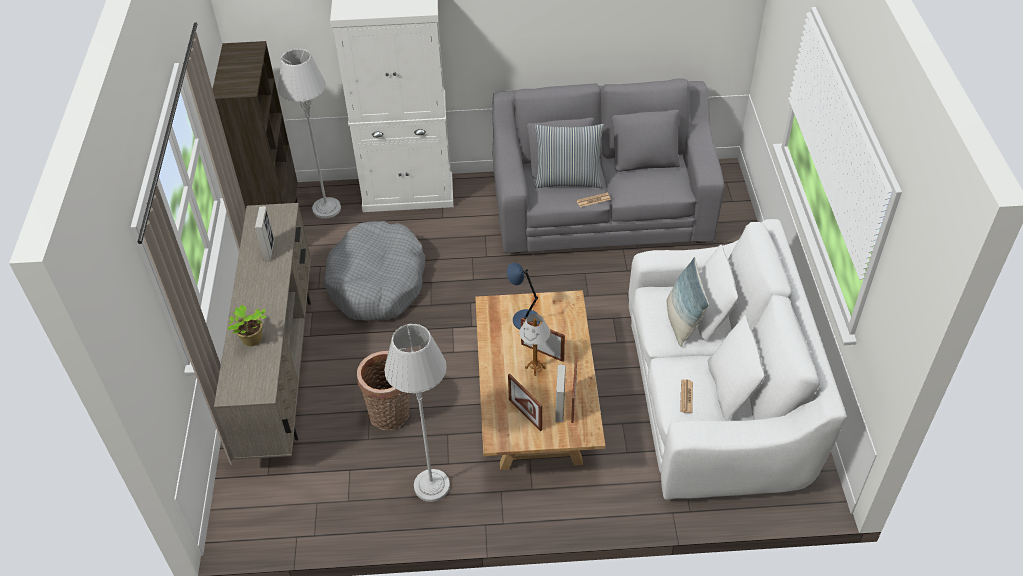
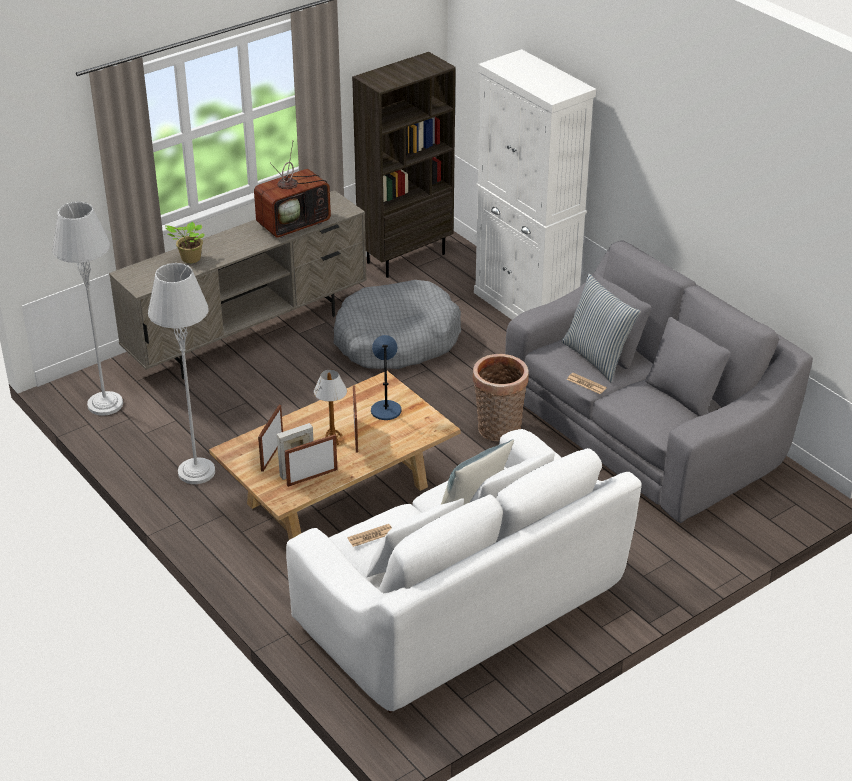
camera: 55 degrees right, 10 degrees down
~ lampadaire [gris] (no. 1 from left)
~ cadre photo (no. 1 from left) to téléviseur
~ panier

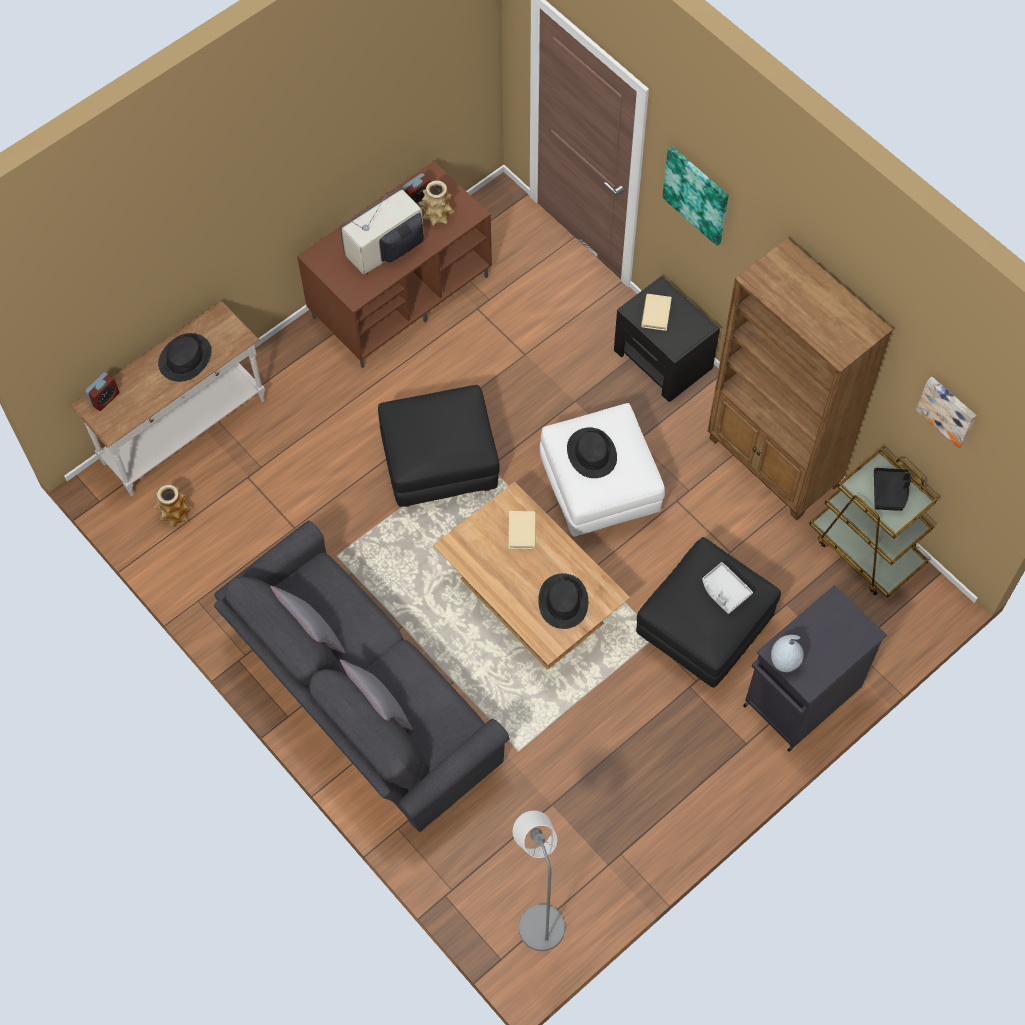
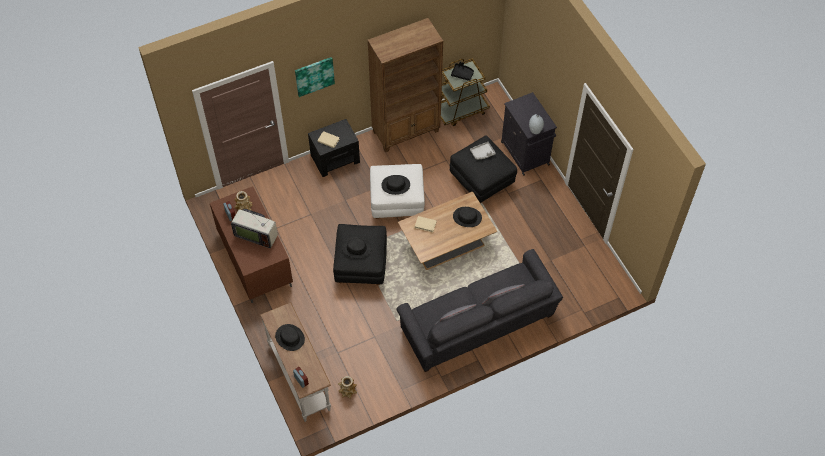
camera: 75 degrees left, 5 degrees down
~ téléviseur 45 degrees counterclockwise
+ chapeau [noir] (no. 2 from left)
- lampadaire [gris]
- tableau (no. 2 from left)

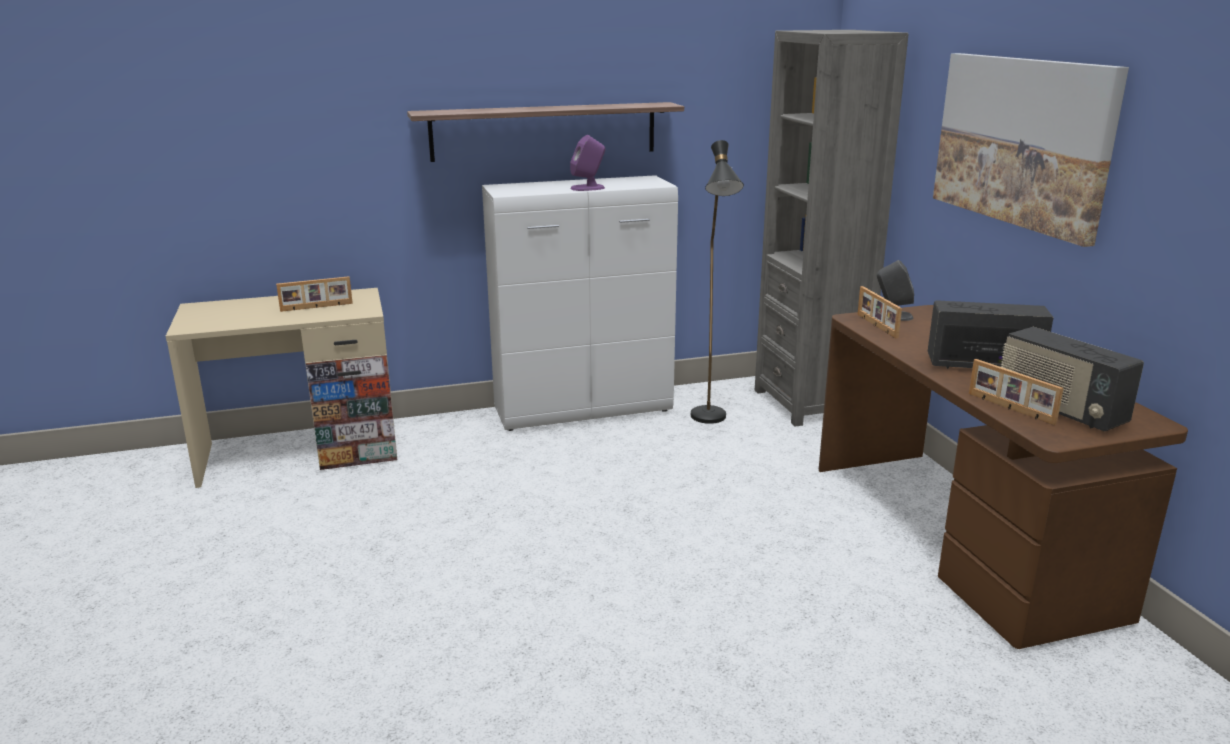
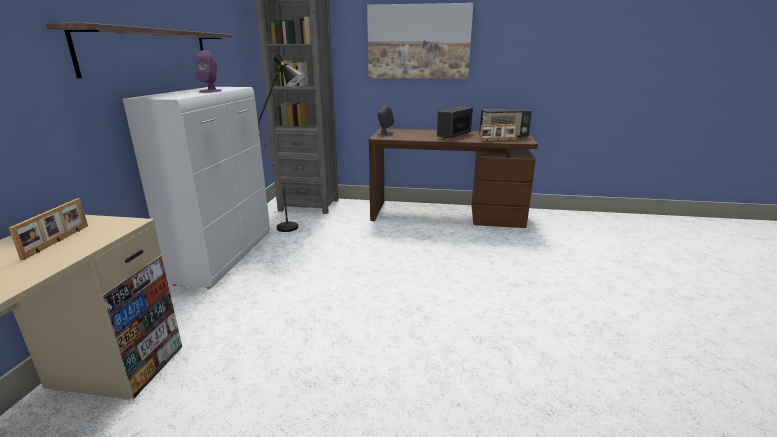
camera: 65 degrees left, 0 degrees up
- cadre photo (no. 2 from left)

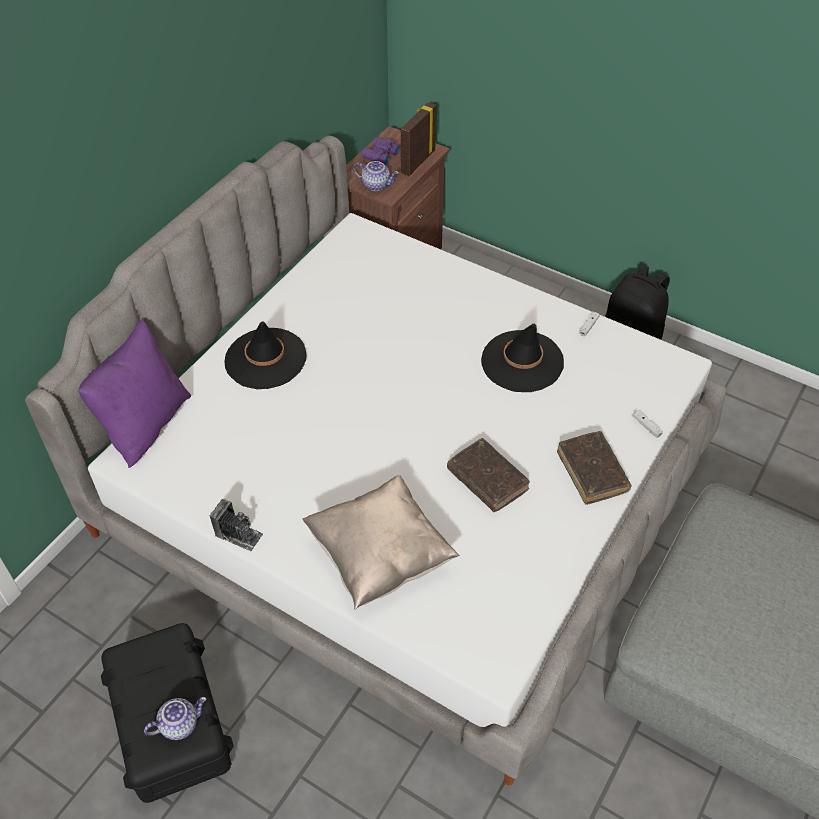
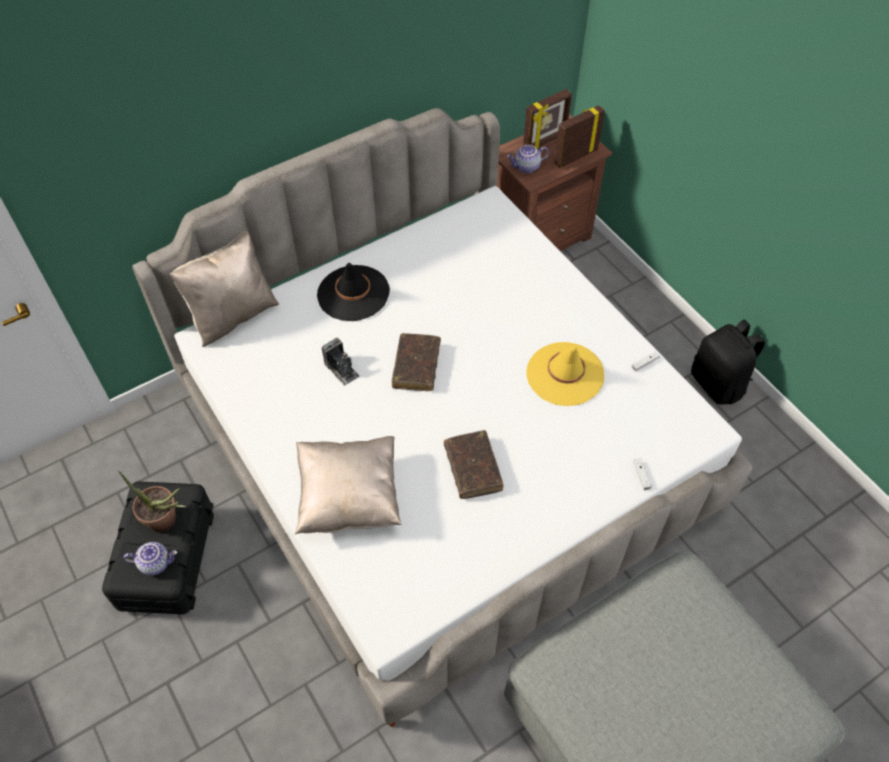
camera: 25 degrees right, 5 degrees up
+ plante en pot
~ coussin [violet] to coussin [beige] (no. 1 from left)
~ appareil photo
~ livre [marron] (no. 2 from left in the first image) to livre [marron] (no. 1 from left)
~ théière (no. 2 from left) 120 degrees clockwise
~ jumelles [violet] to cadre photo (no. 1 from left)
~ chapeau [noir] (no. 2 from left) to chapeau [jaune]

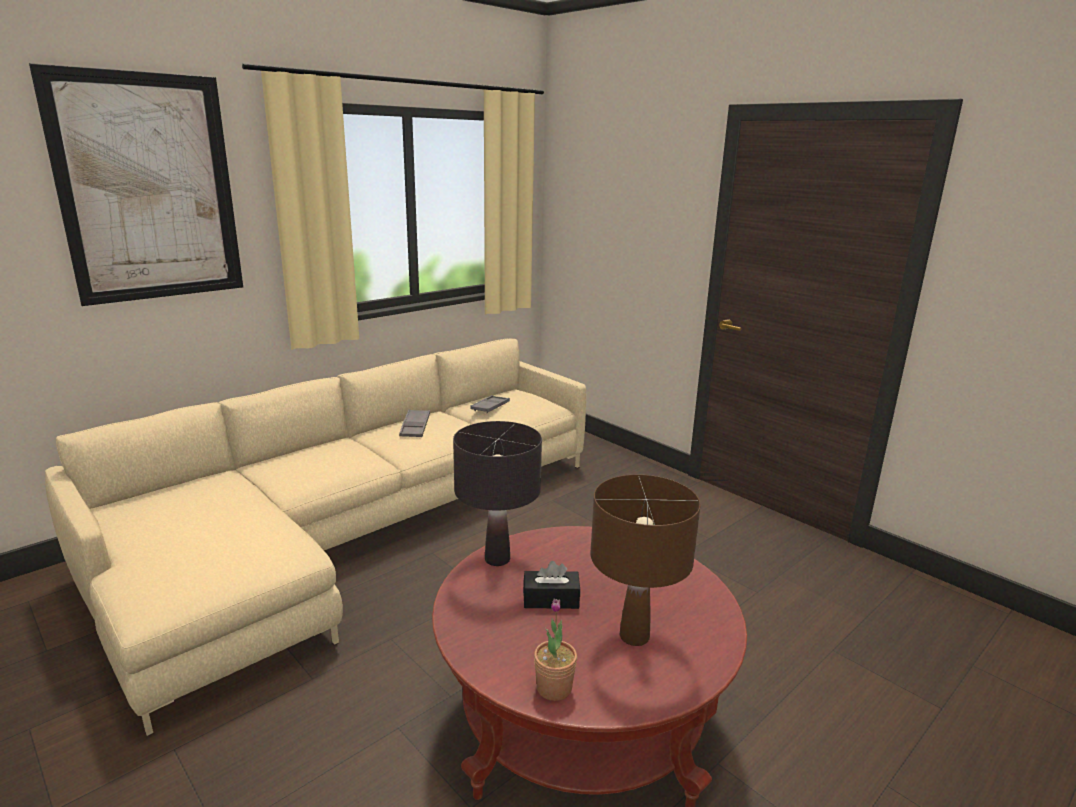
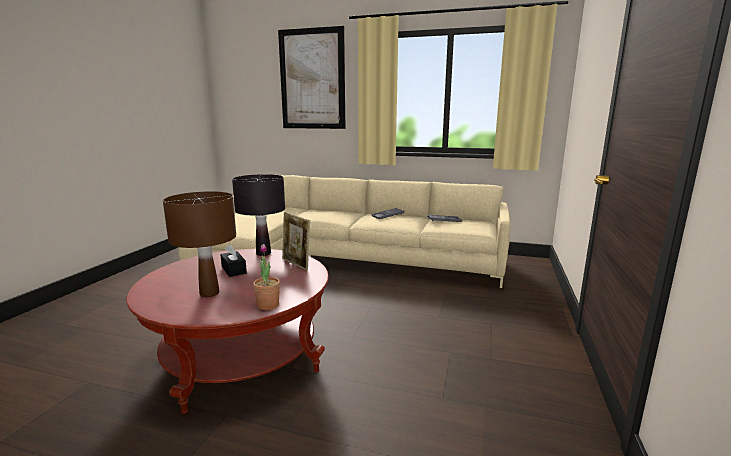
camera: 60 degrees right, 5 degrees down
~ plante en pot
+ cadre photo

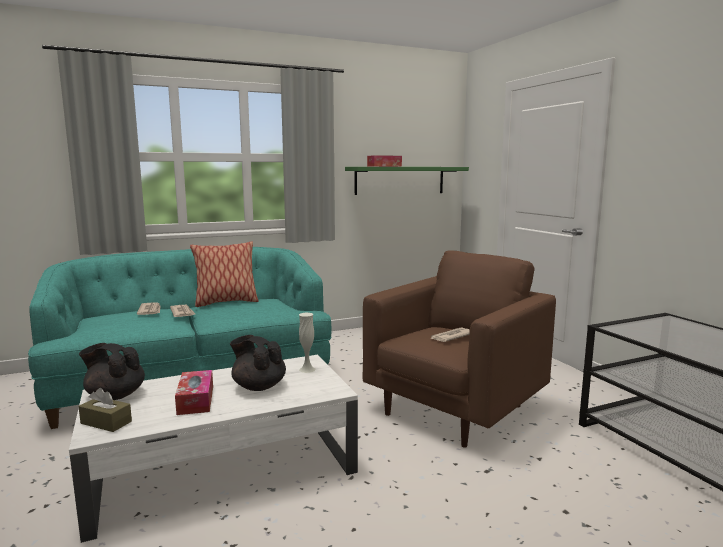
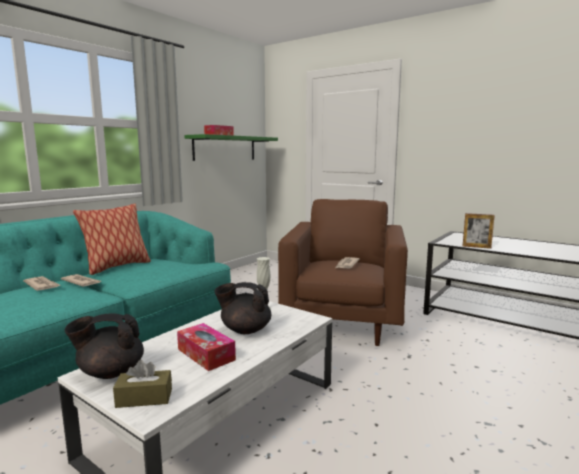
camera: 30 degrees left, 0 degrees up
+ cadre photo

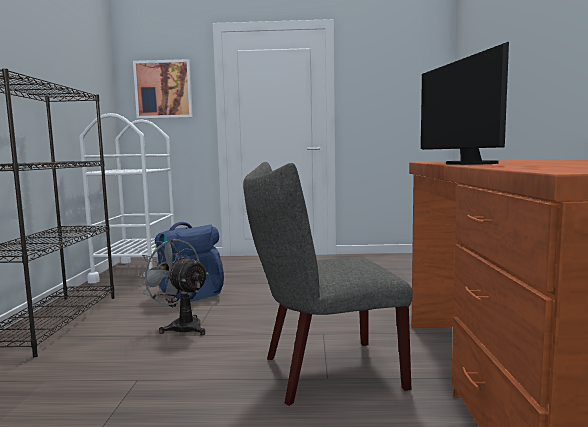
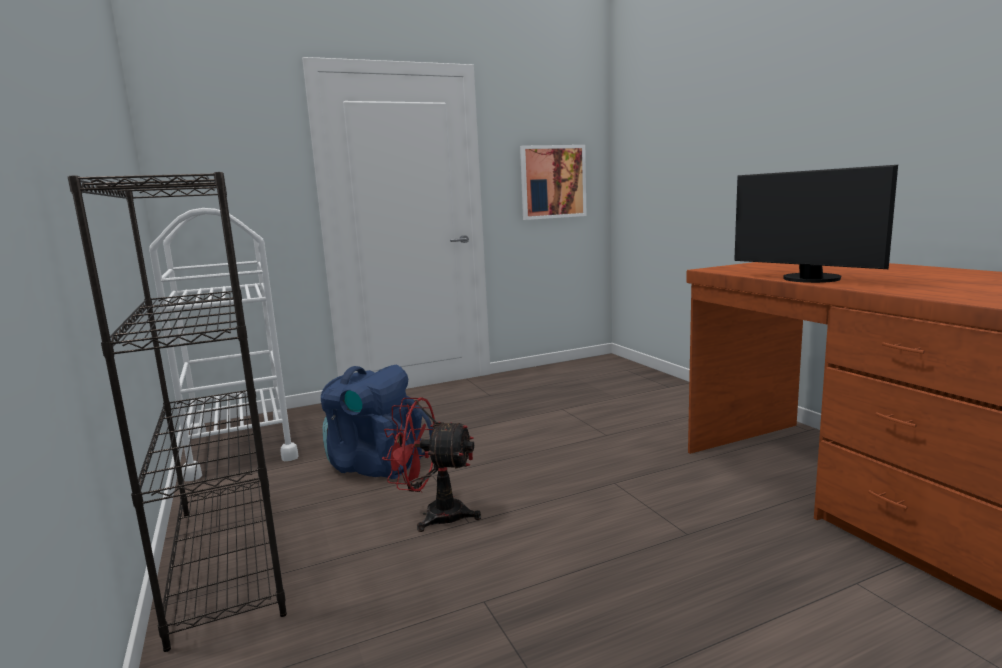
camera: 25 degrees left, 5 degrees up
~ ventilateur [gris] to ventilateur [rouge]
~ tableau
- chaise [gris]

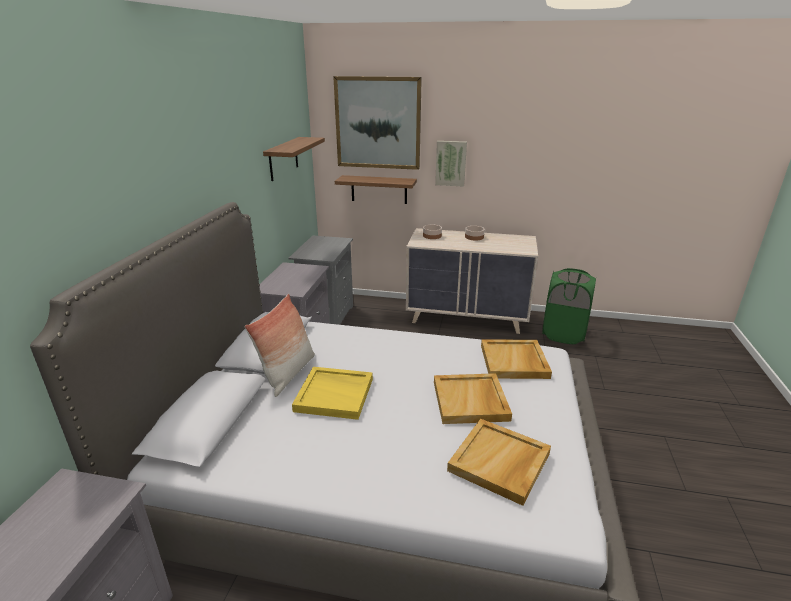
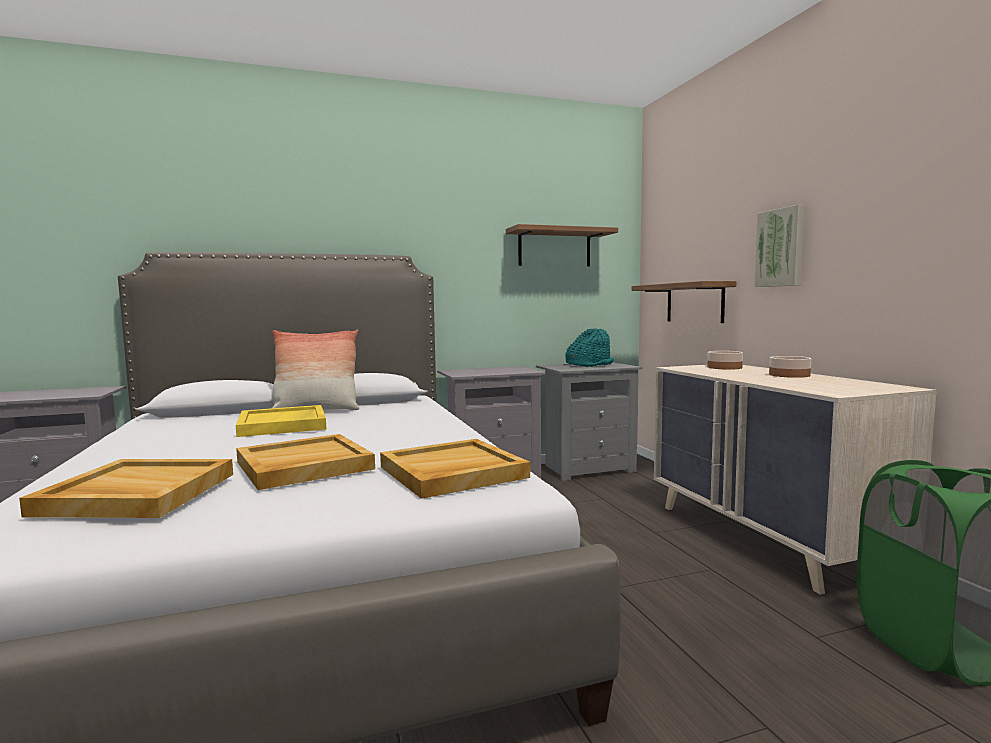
camera: 60 degrees right, 20 degrees down
+ chapeau [turquoise]
- tableau (no. 1 from left)

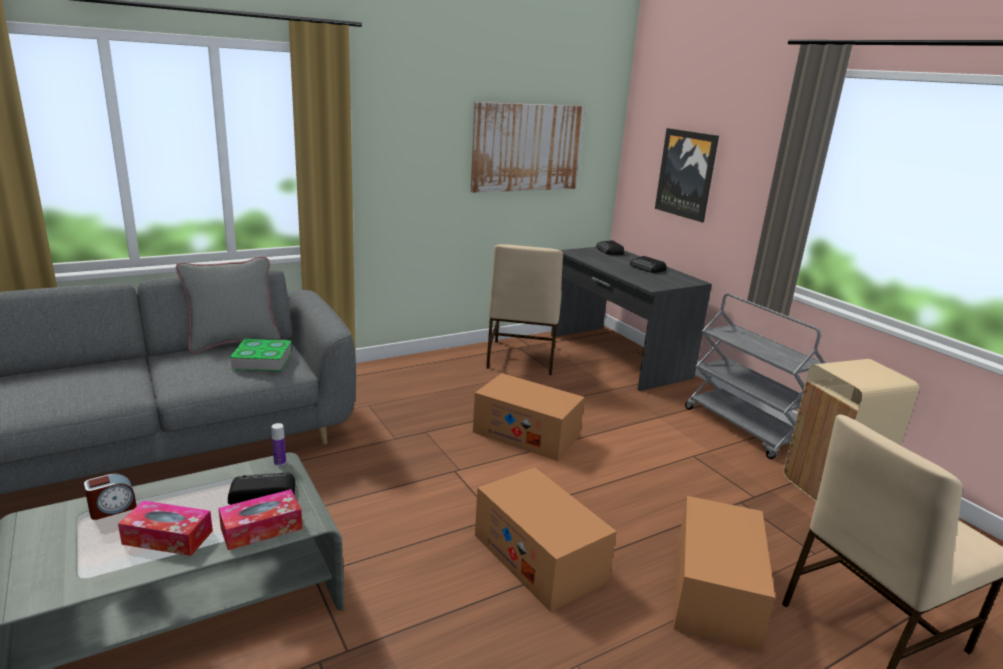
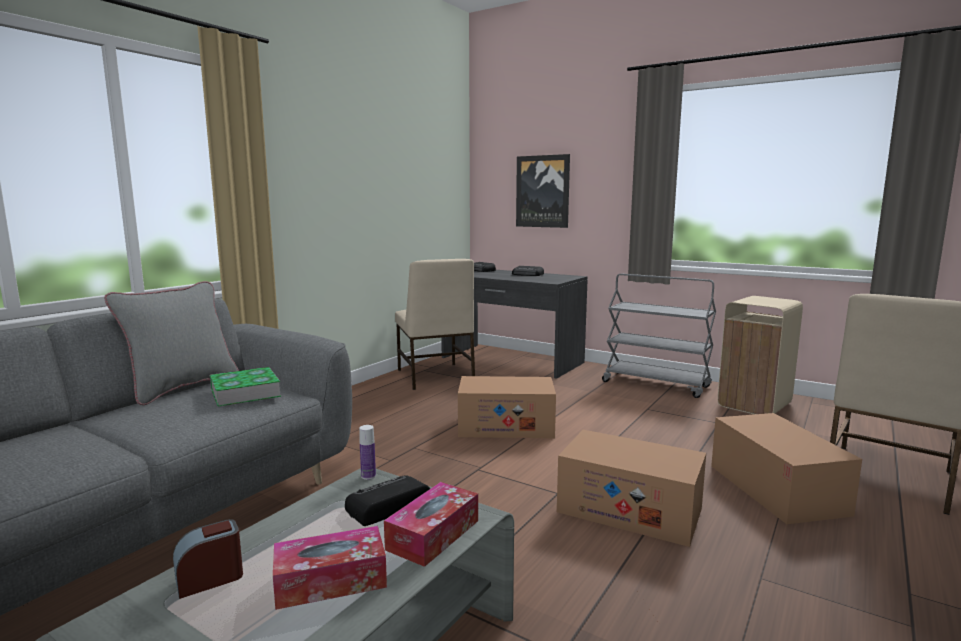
camera: 25 degrees left, 10 degrees down
~ réveil 150 degrees counterclockwise
- tableau (no. 1 from left)

